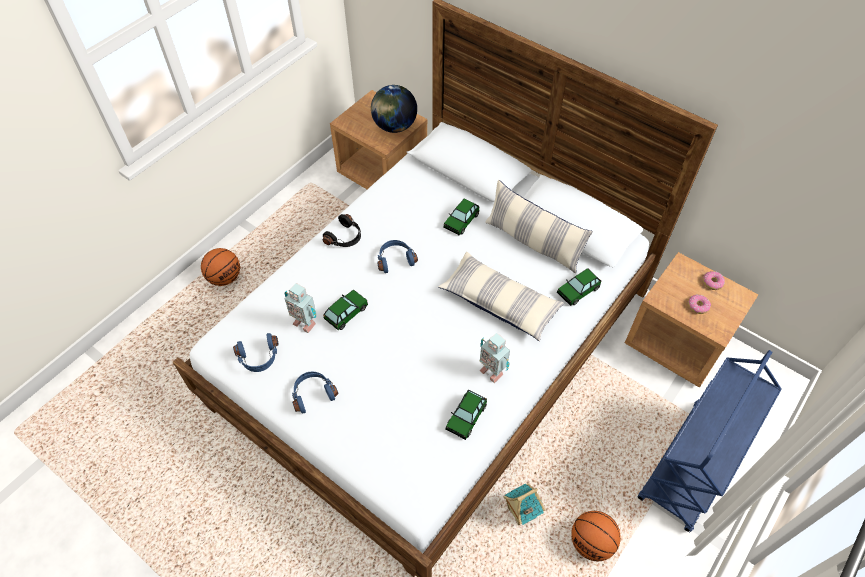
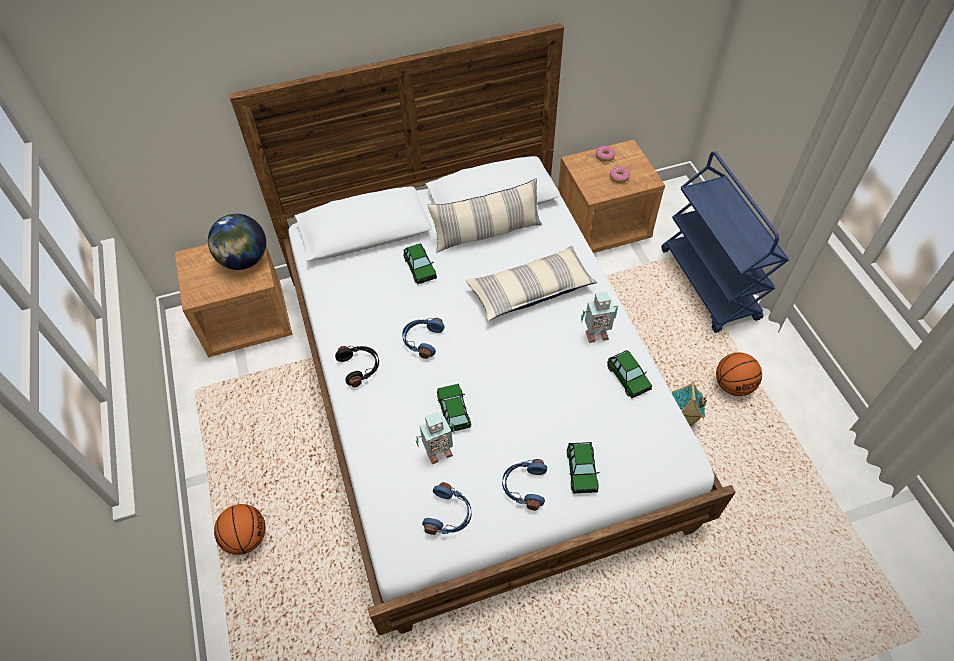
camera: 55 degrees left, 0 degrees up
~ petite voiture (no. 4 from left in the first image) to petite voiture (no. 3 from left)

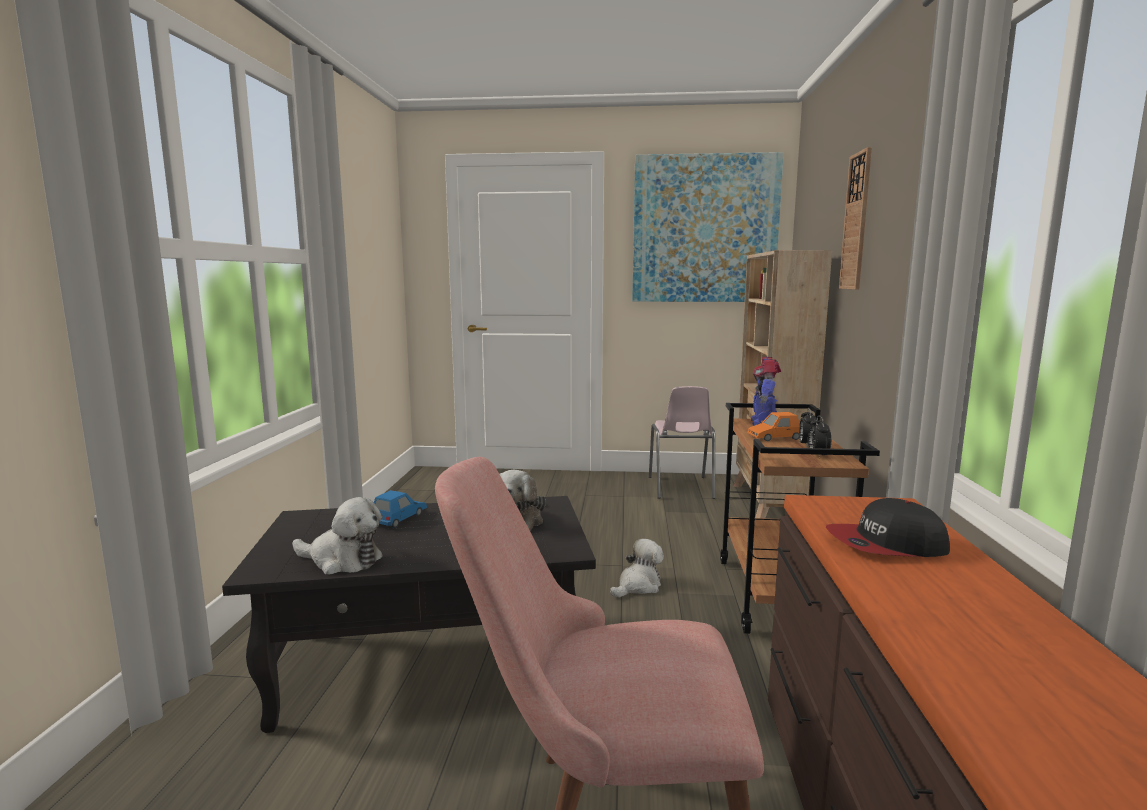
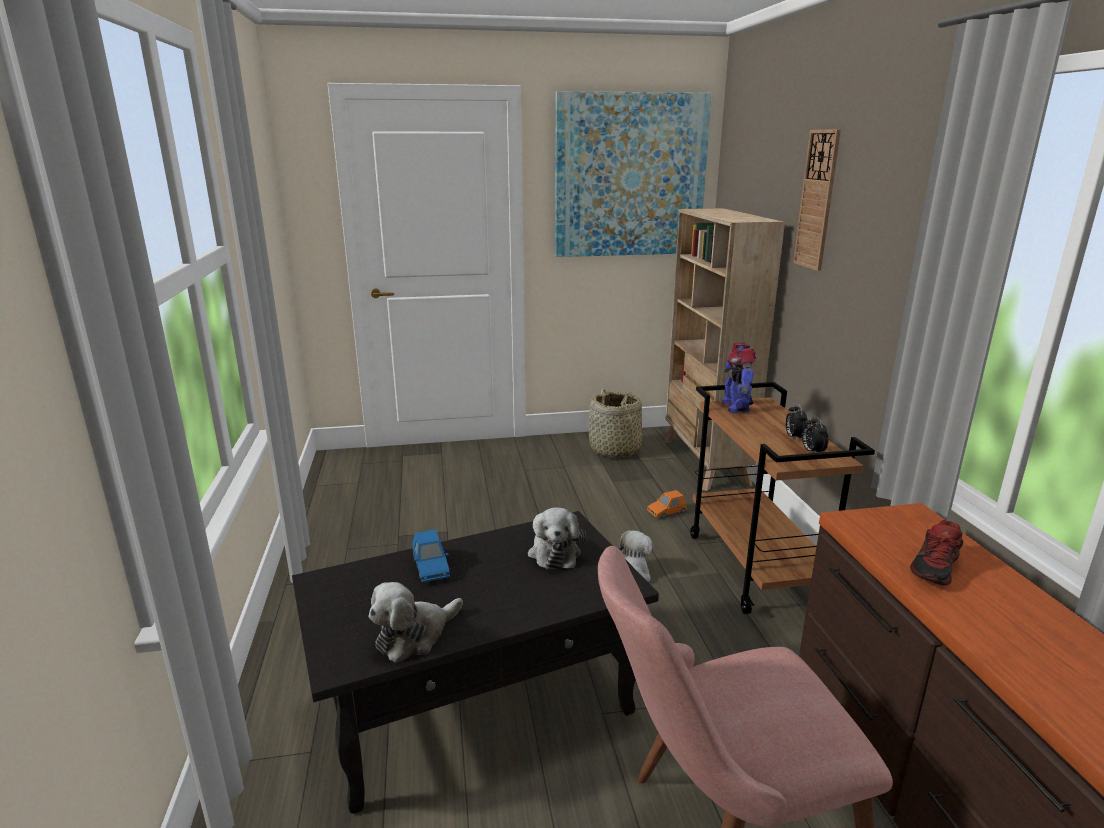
camera: 15 degrees left, 10 degrees up
~ peluche (no. 1 from left) 135 degrees clockwise
~ petite voiture [bleu] 150 degrees clockwise
~ chaise [rose] (no. 2 from left) to panier
~ petite voiture [orange]
~ casquette to chaussure

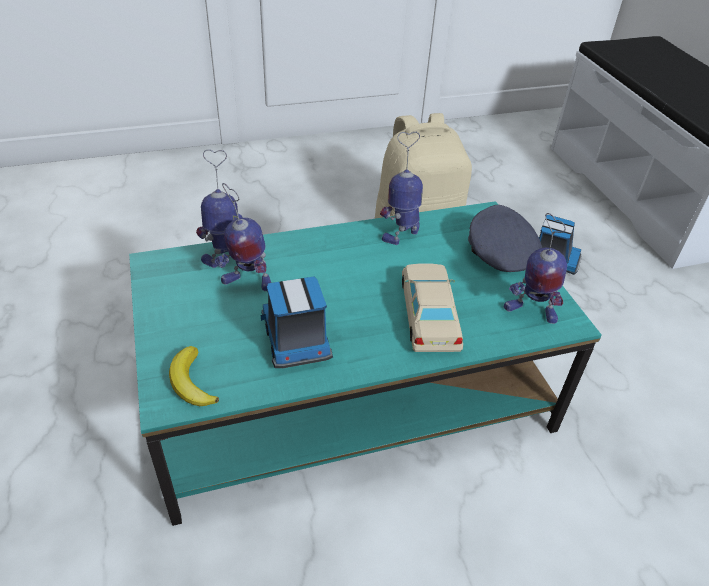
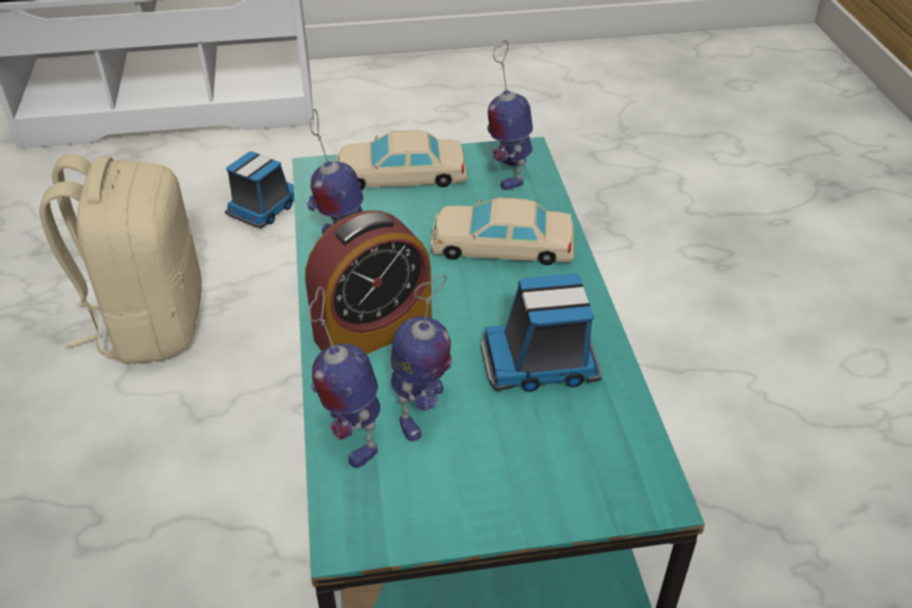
camera: 80 degrees left, 0 degrees up
+ réveil
~ casquette [gris] to petite voiture [beige] (no. 1 from left)
~ robot jouet (no. 4 from left) 150 degrees clockwise
- banane

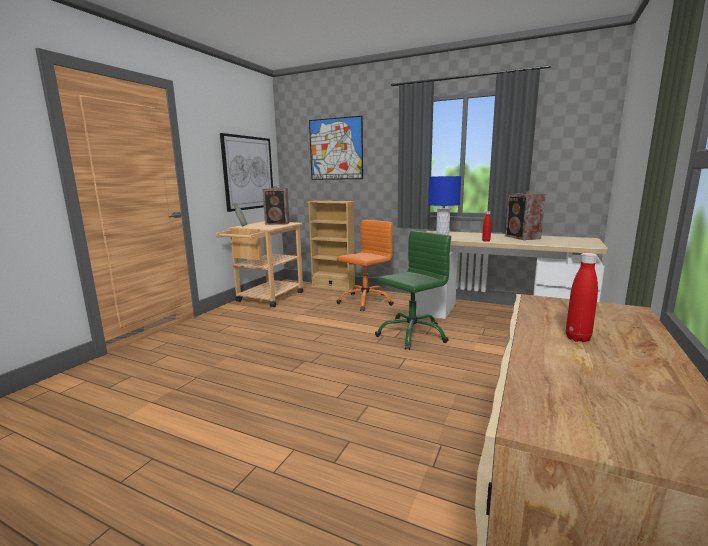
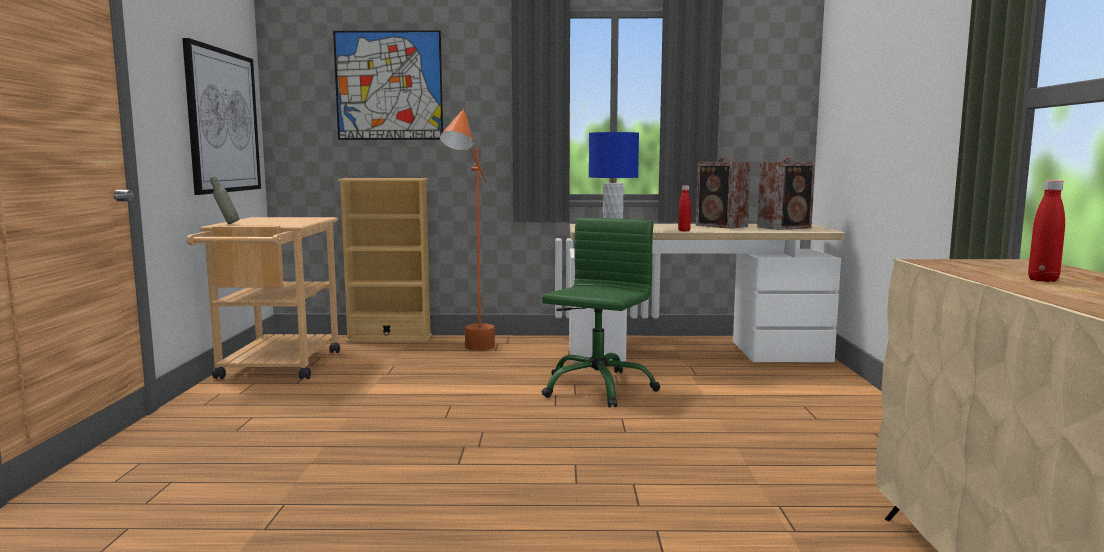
camera: 25 degrees left, 5 degrees down
~ chaise de bureau [orange] to lampadaire [orange]
~ enceinte (no. 1 from left in the first image) to enceinte (no. 2 from left)

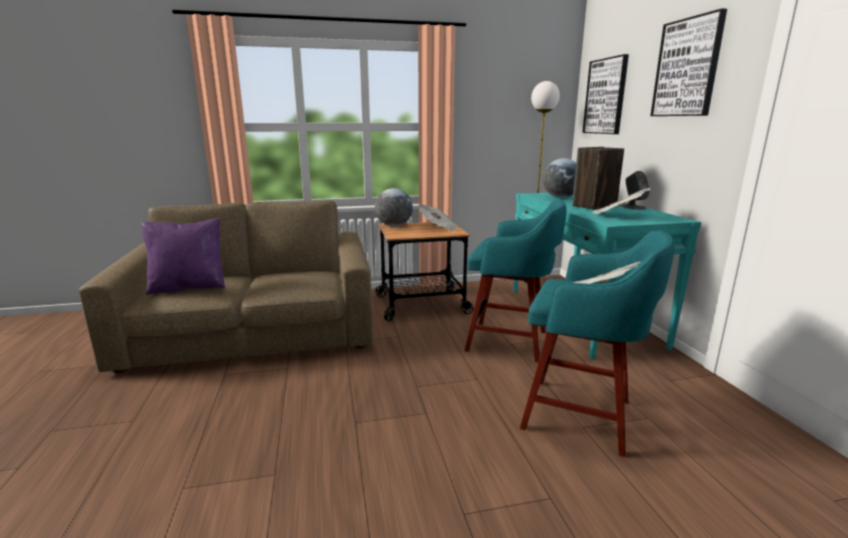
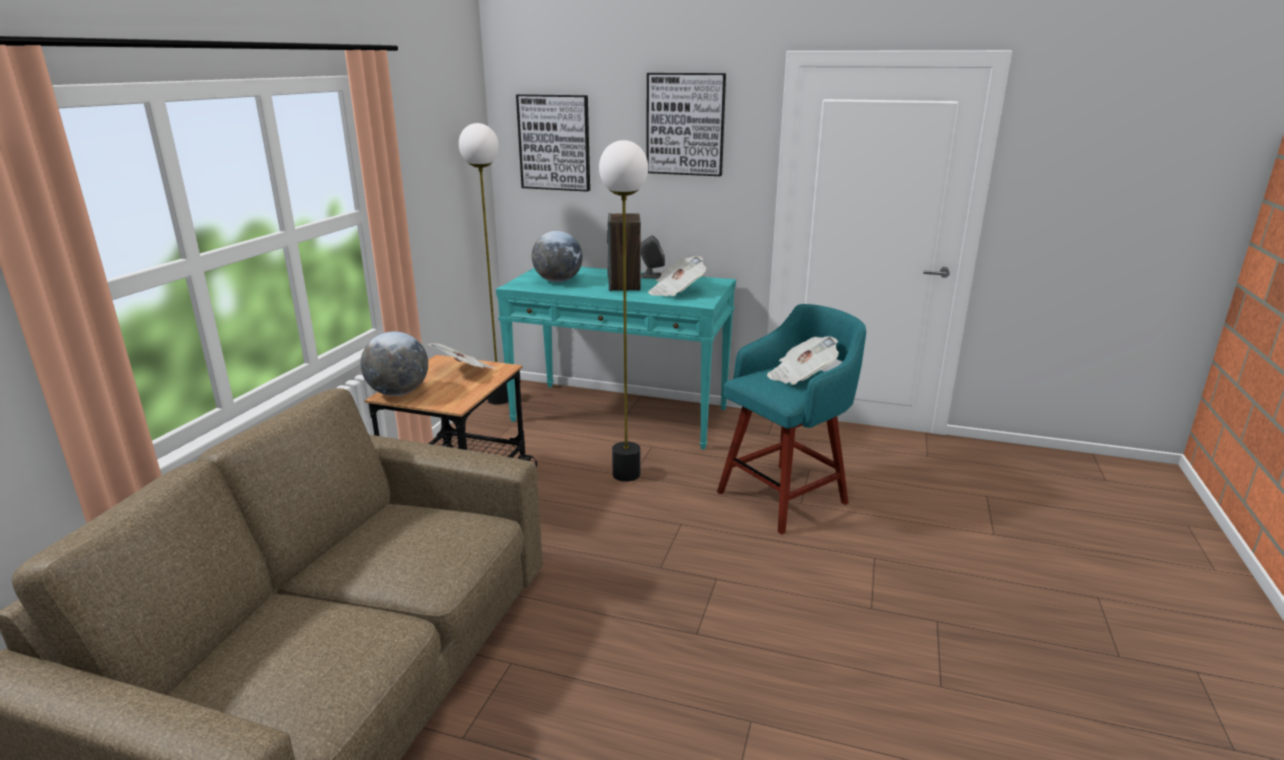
camera: 60 degrees left, 5 degrees up
~ tabouret [turquoise] (no. 1 from left) to lampadaire (no. 2 from left)
- coussin [violet]

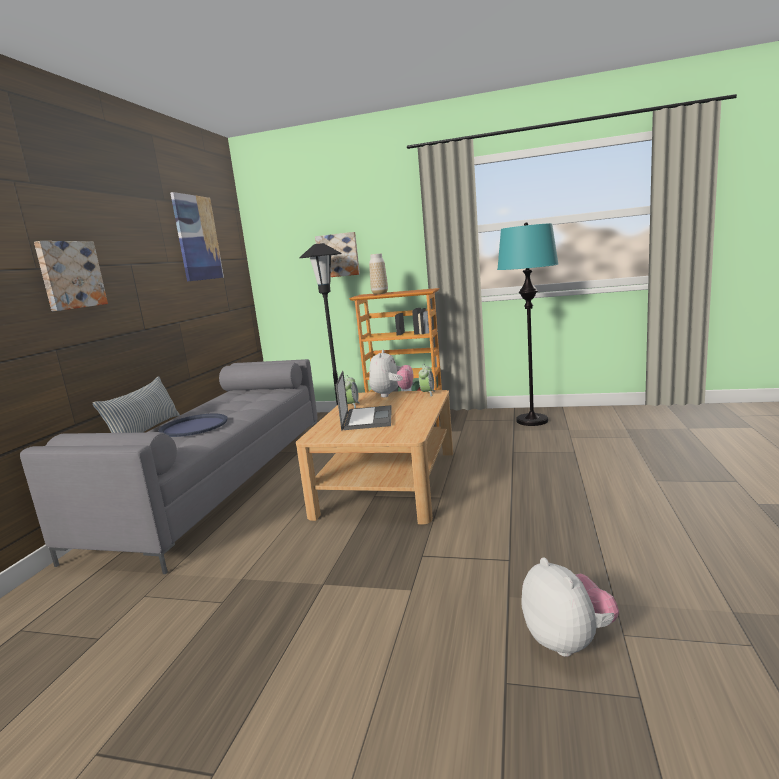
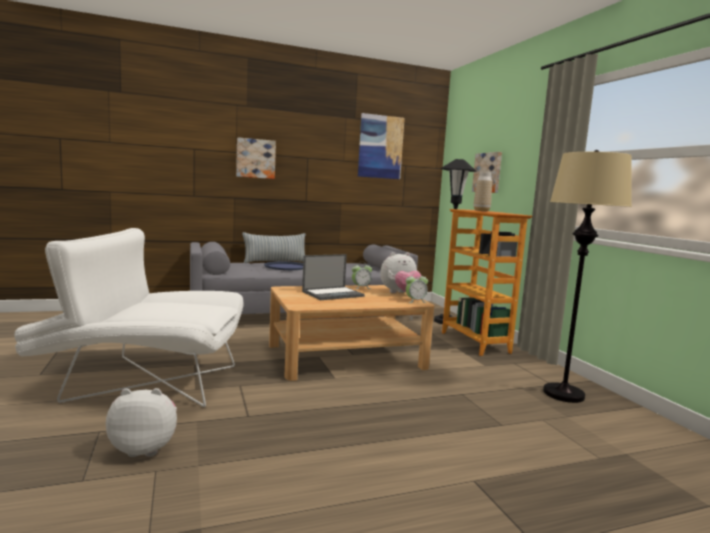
camera: 55 degrees right, 5 degrees down
+ fauteuil [blanc]
~ peluche (no. 2 from left in the first image) 135 degrees counterclockwise
~ lampadaire [turquoise] to lampadaire [beige]

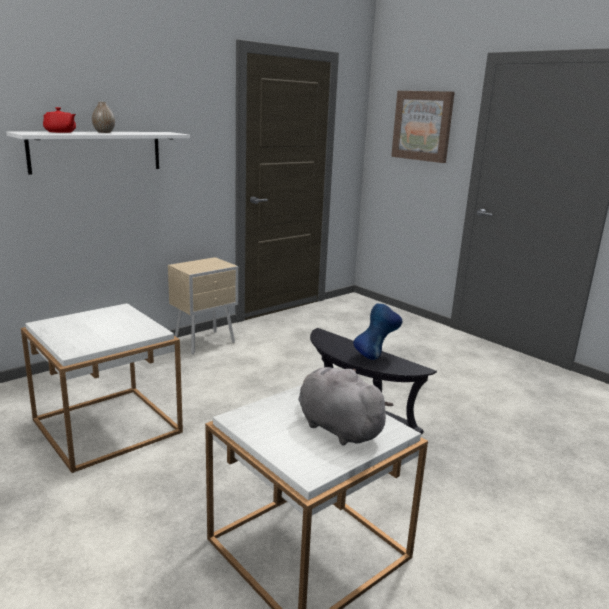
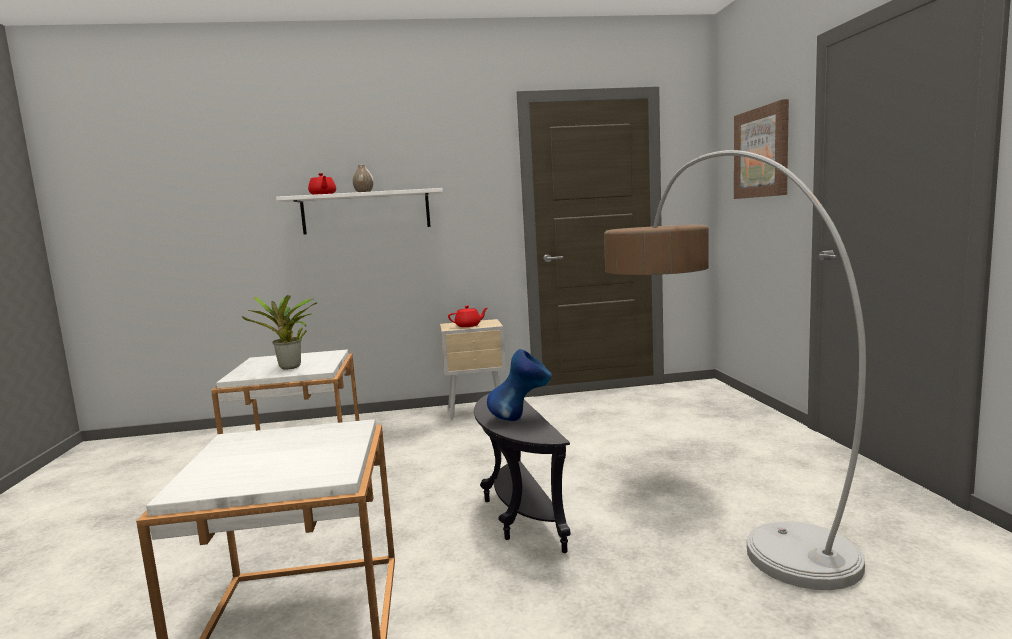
camera: 35 degrees right, 10 degrees down
+ plante en pot
+ théière [rouge] (no. 2 from left)
+ lampadaire
- peluche [gris]

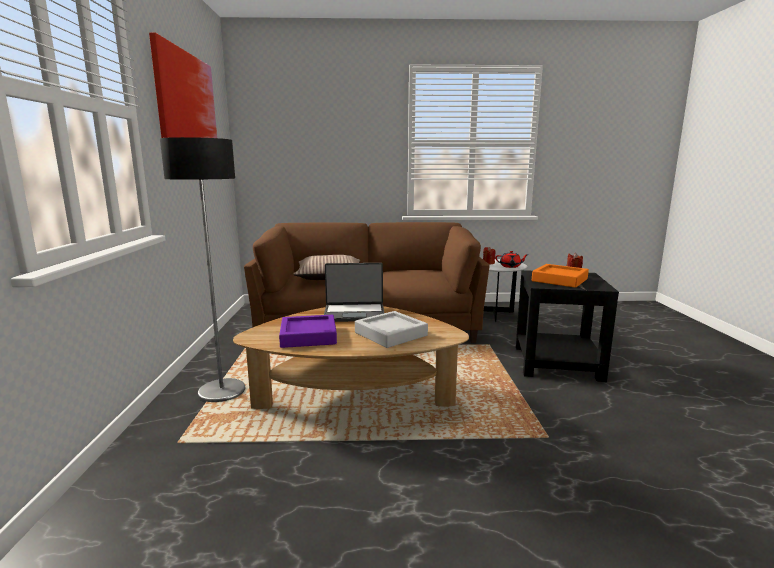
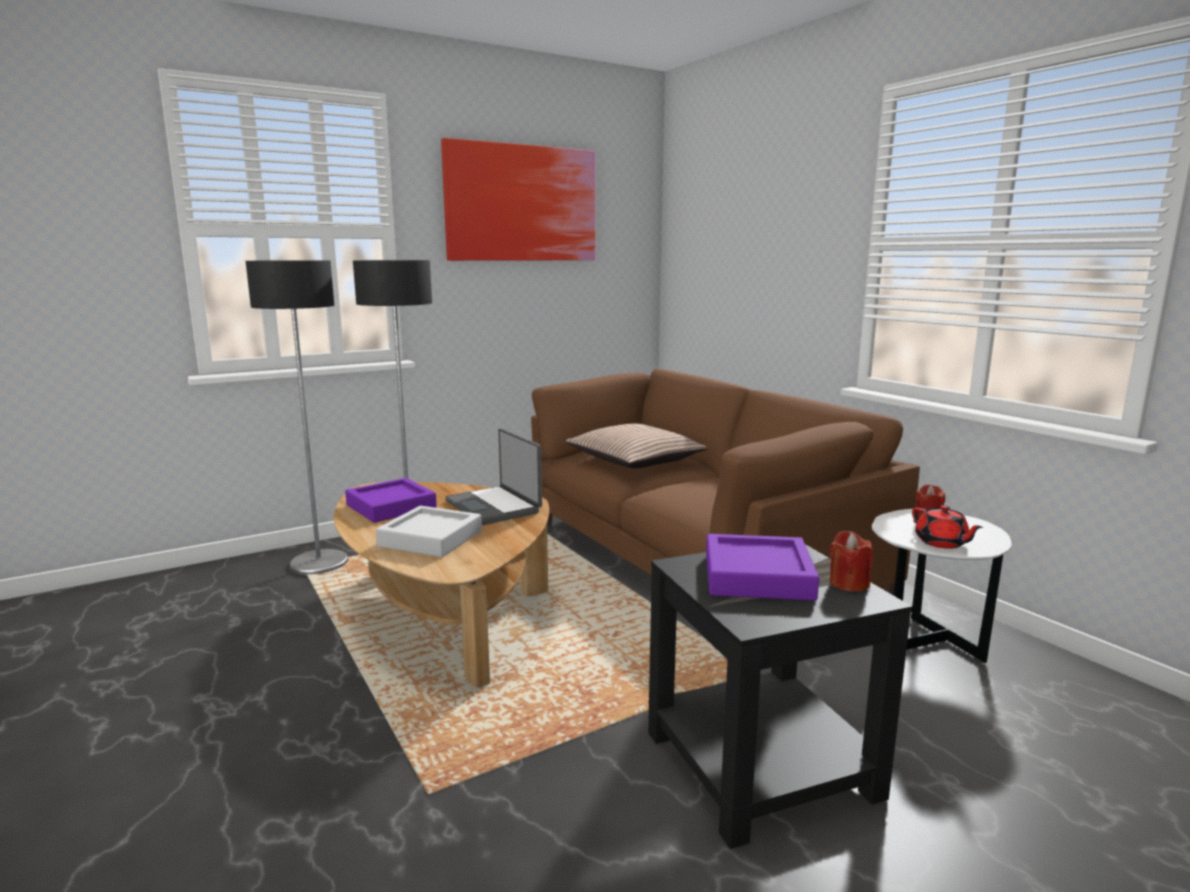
camera: 60 degrees right, 0 degrees up
+ lampadaire (no. 1 from left)
~ plateau [orange] to plateau [violet] (no. 2 from left)

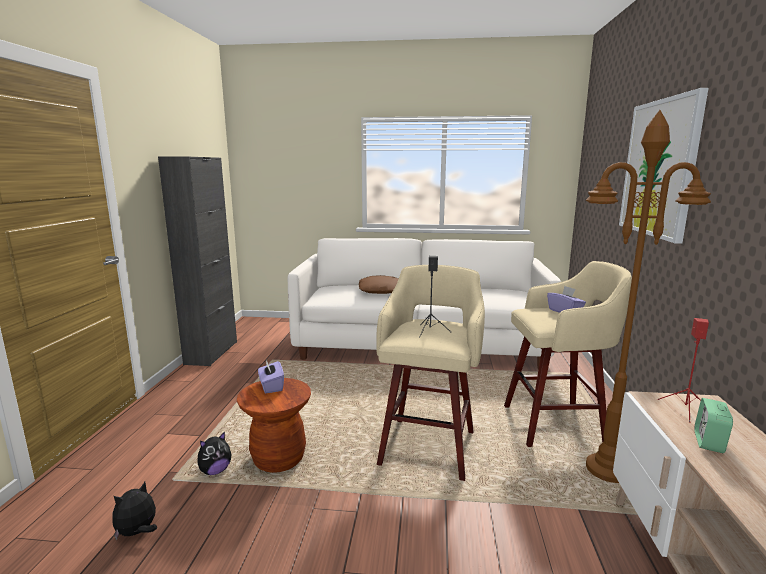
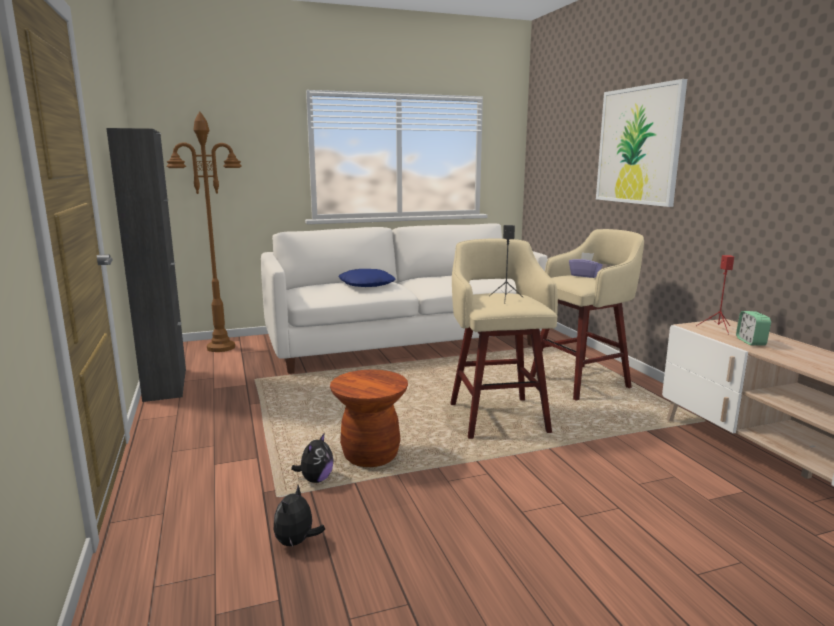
camera: 25 degrees left, 0 degrees up
~ lampadaire [marron]
~ coussin [marron] to coussin [bleu]
- boîte à mouchoirs [violet] (no. 1 from left)

